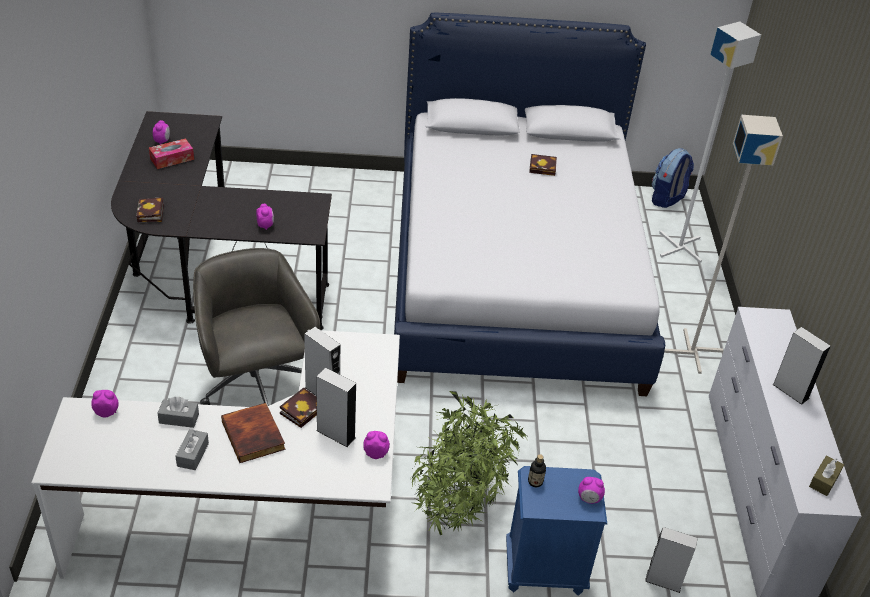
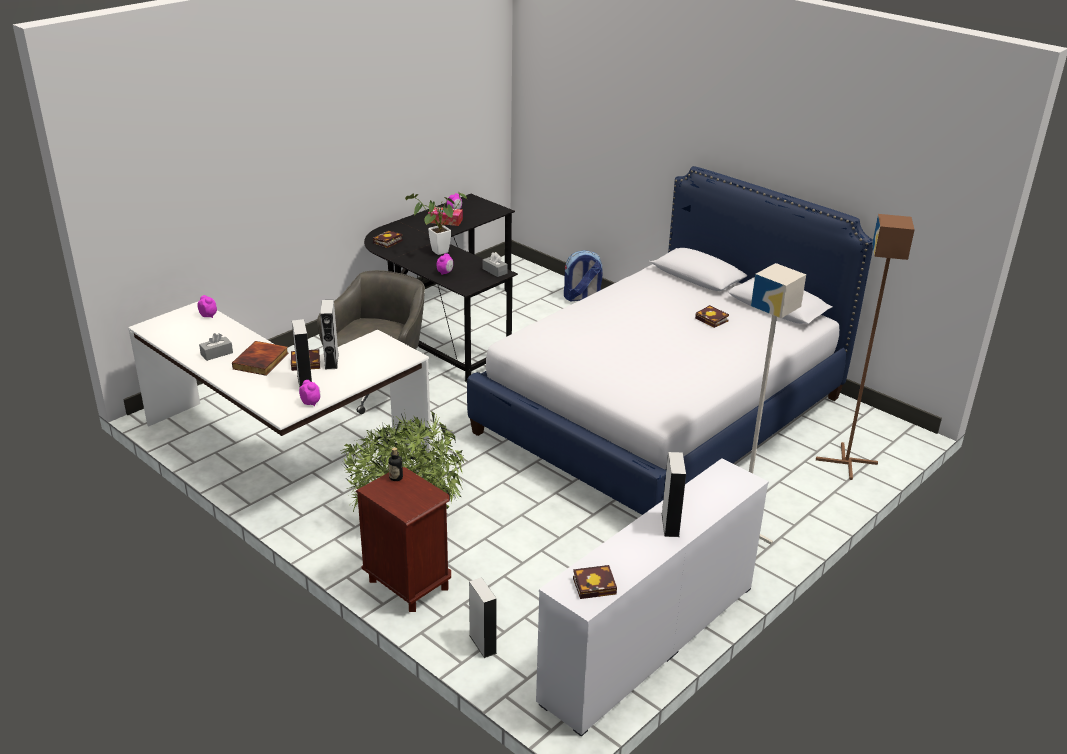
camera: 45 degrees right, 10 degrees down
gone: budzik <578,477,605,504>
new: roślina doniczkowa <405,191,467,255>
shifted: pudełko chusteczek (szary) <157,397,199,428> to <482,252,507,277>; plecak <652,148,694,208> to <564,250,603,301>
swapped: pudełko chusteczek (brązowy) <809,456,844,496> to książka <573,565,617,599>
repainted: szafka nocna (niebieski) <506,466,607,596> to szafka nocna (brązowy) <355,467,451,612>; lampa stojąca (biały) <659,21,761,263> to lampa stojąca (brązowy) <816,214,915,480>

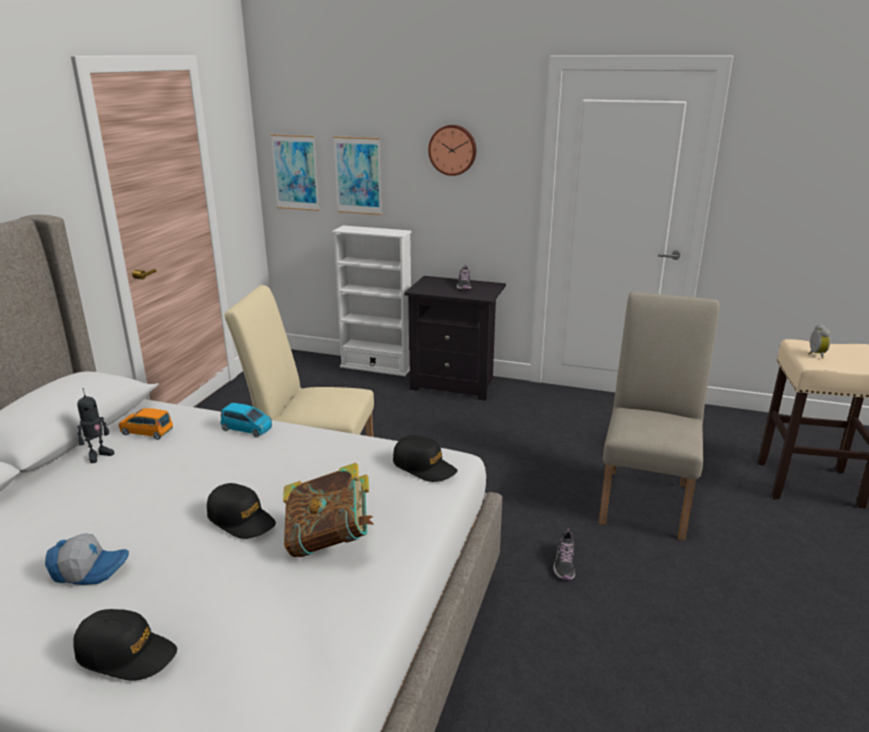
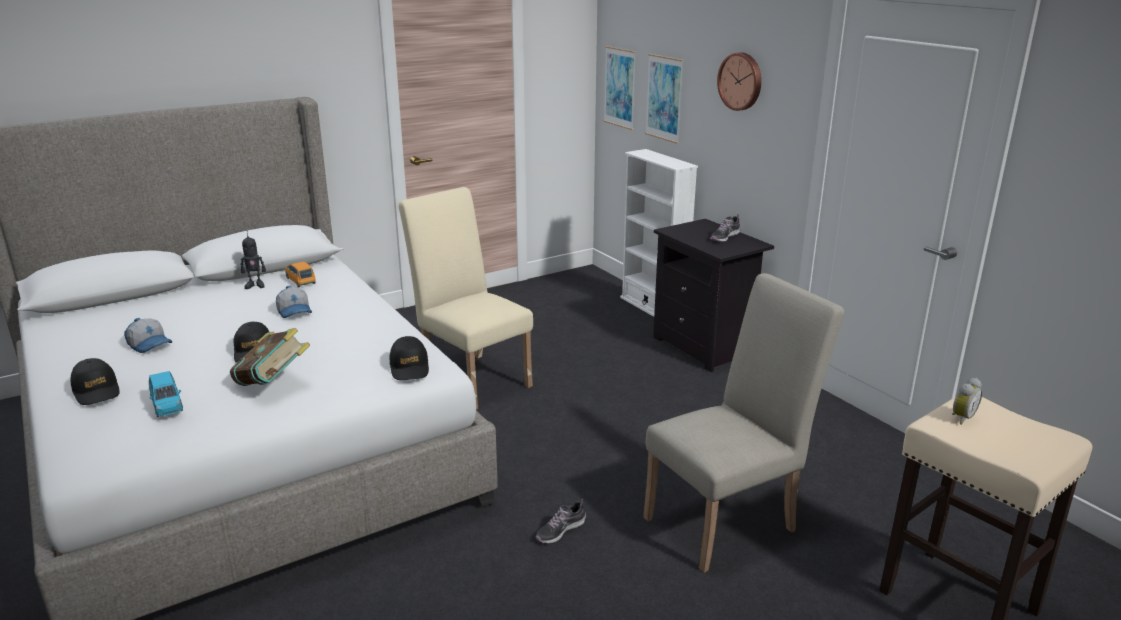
camera: 40 degrees right, 0 degrees up
new: czapka z daszkiem <276,286,312,318>
shifted: samochodzik (niebieski) <221,403,272,437> to <149,371,183,417>

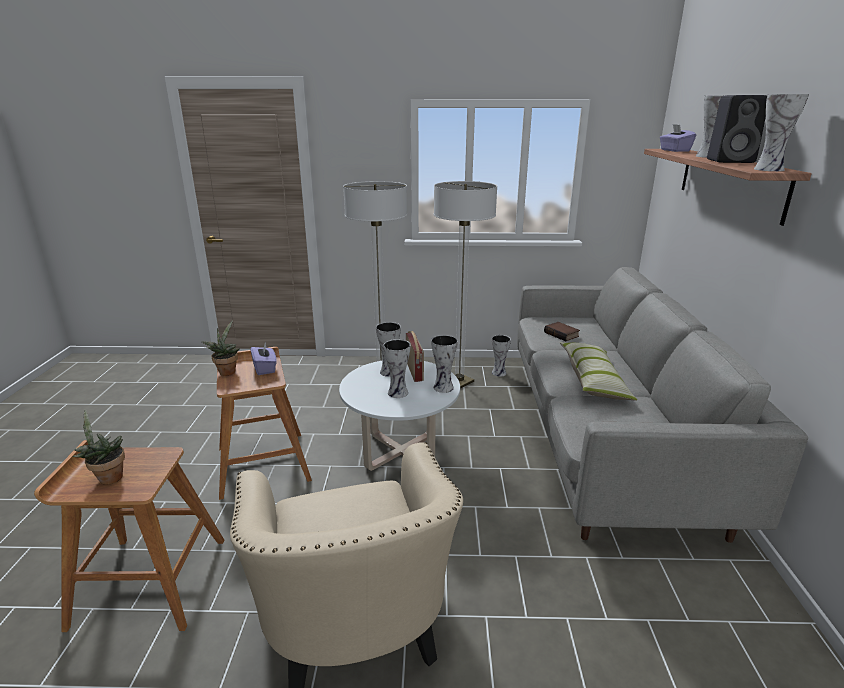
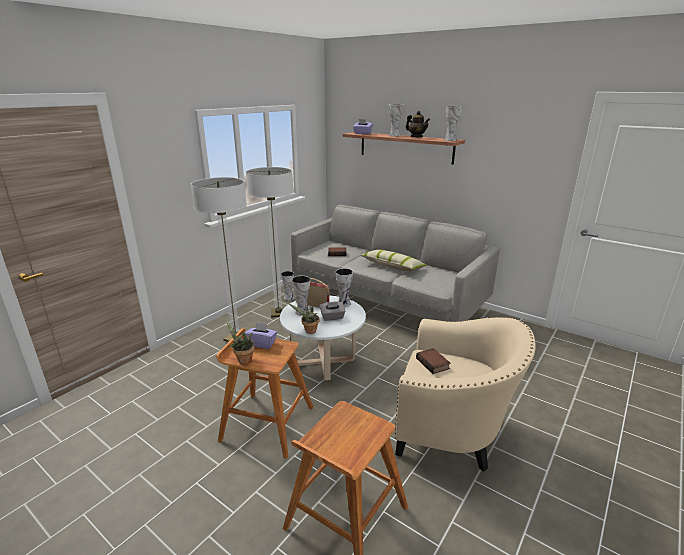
camera: 55 degrees left, 0 degrees up
new: książka <416,348,451,374>
shifted: roślina doniczkowa <73,410,125,485> to <289,304,319,334>
swapped: wazon <384,339,411,398> to pudełko chusteczek (szary) <319,302,346,321>; głośnik (czarny) <707,95,767,163> to imbryk <406,111,430,138>

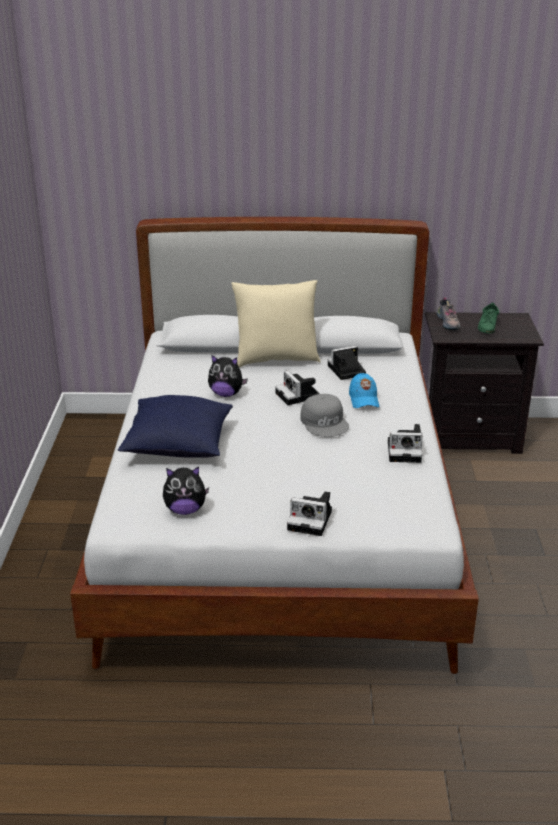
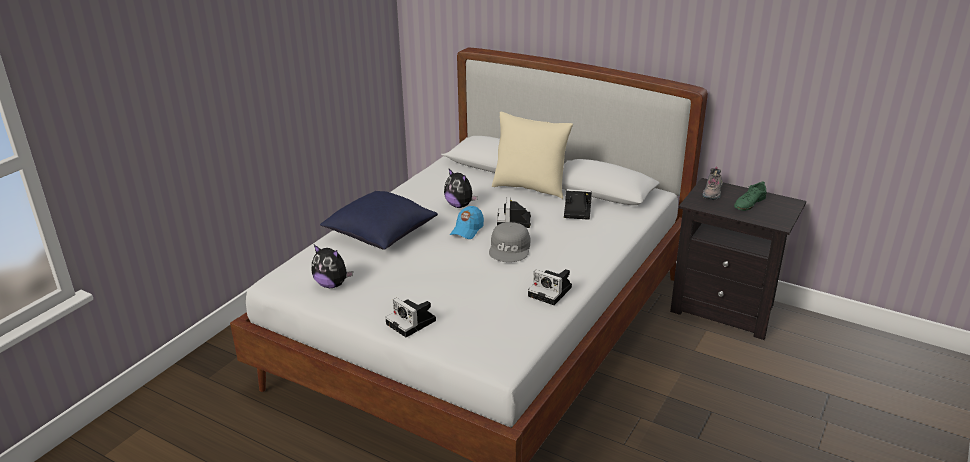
camera: 30 degrees right, 0 degrees up
shifted: czapka z daszkiem (niebieski) <349,373,379,408> to <450,206,484,239>

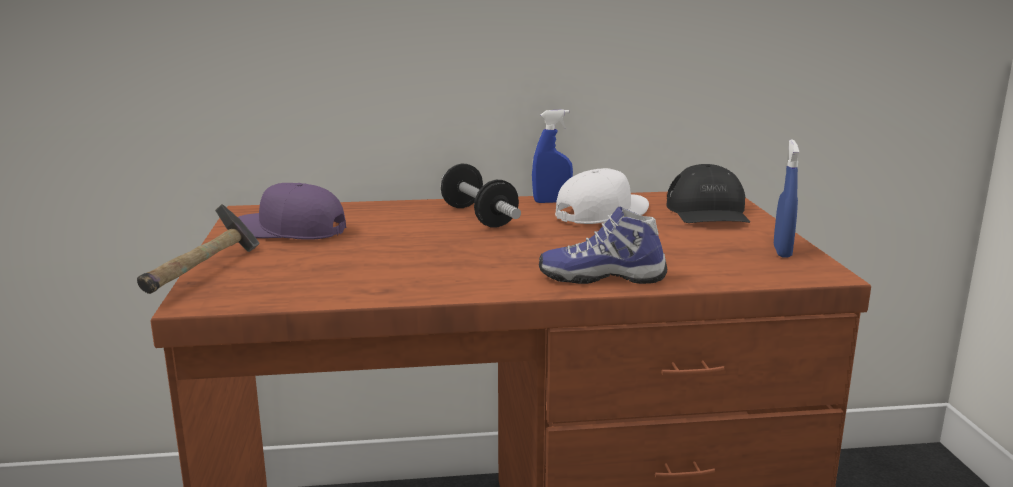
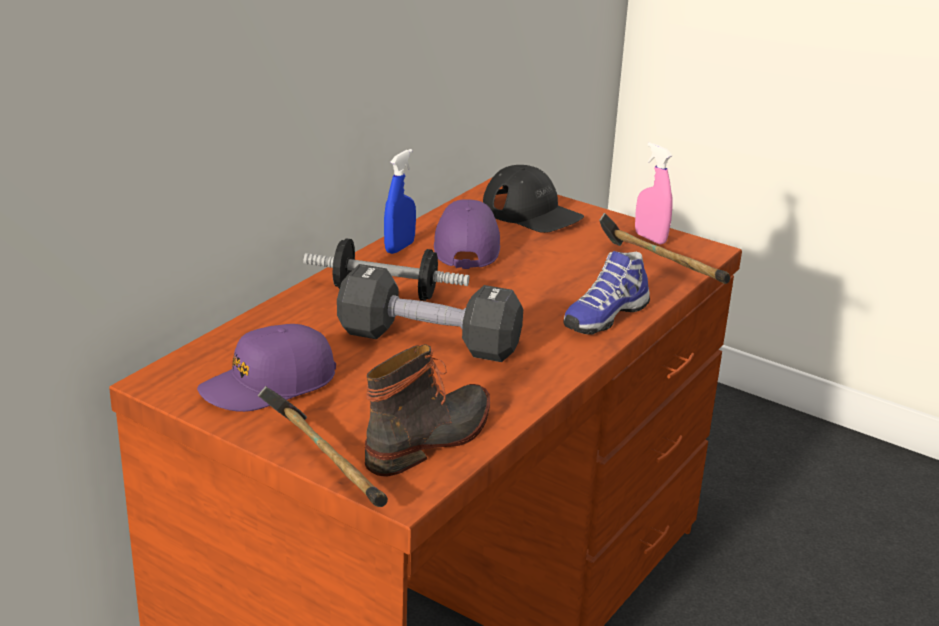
camera: 50 degrees left, 10 degrees up
new: hantel (czarny) <337,264,523,362>; but z cholewką <365,344,490,477>; młotek <599,213,730,284>
repainted: czapka z daszkiem (biały) <555,168,649,224> to czapka z daszkiem (fioletowy) <434,199,500,269>; spryskiwacz (niebieski) <774,139,799,258> to spryskiwacz (różowy) <635,142,673,245>

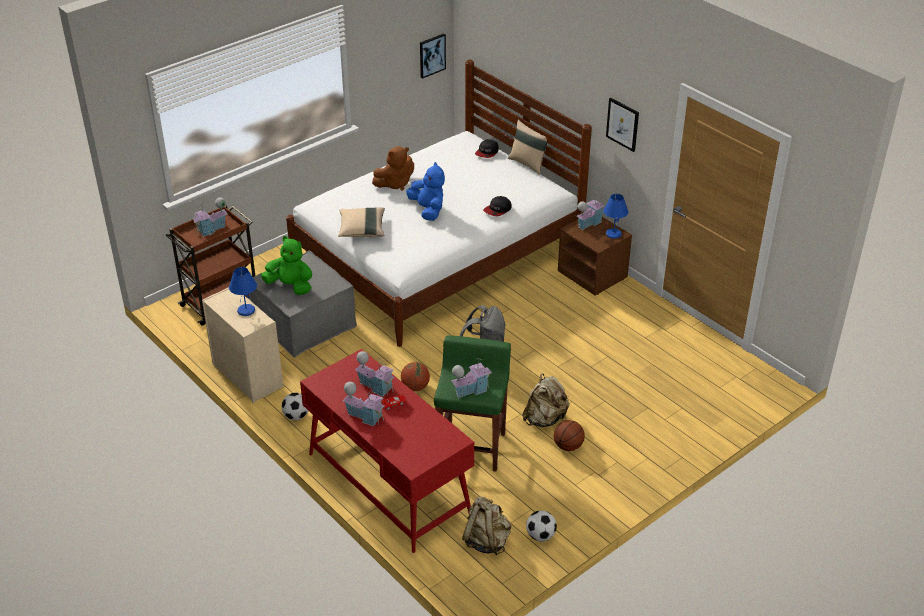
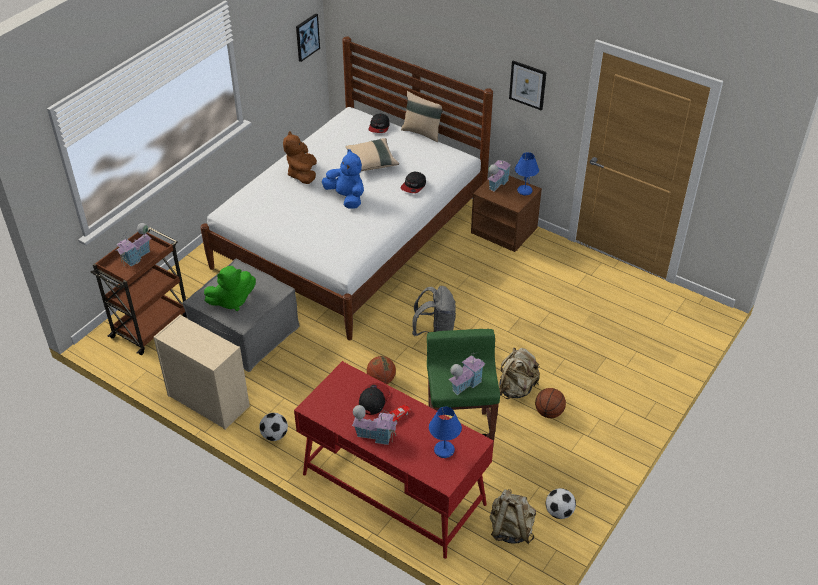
camera: 15 degrees left, 5 degrees up
shifted: lampa stołowa (niebieski) <229,267,257,316> to <429,407,462,458>; poduszka (beżowy) <338,207,385,237> to <345,138,399,171>
swapped: domek <355,351,395,397> to czapka z daszkiem <359,383,390,415>
rotated: pluszak (zielony) <261,236,312,295> = <204,266,256,311> 150 degrees clockwise; pluszak (brązowy) <372,146,414,191> = <283,131,317,184> 135 degrees clockwise

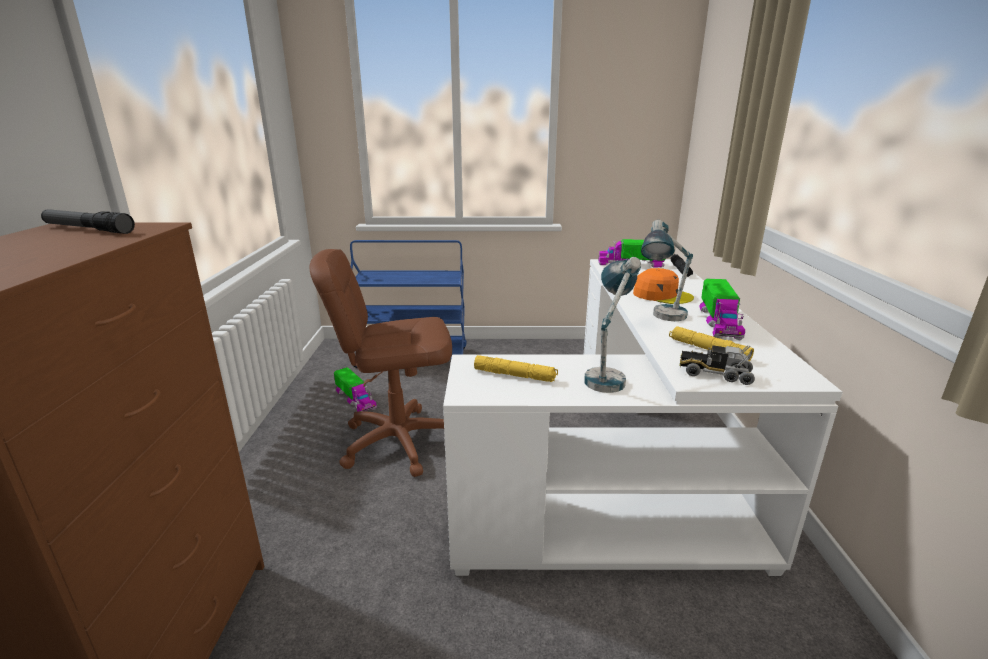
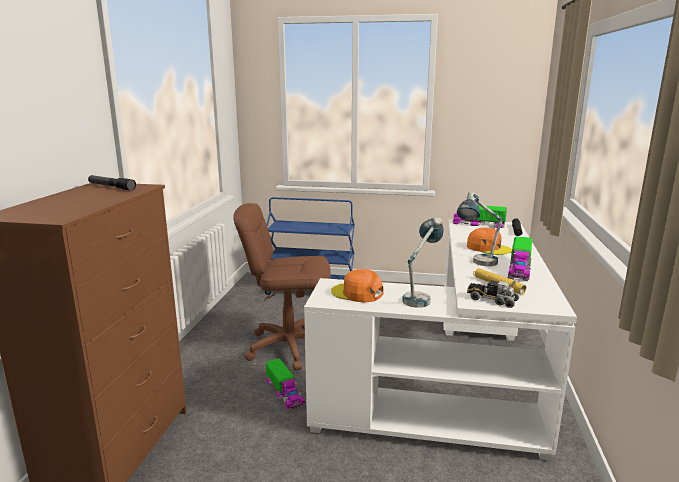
camera: 10 degrees right, 5 degrees down
shifted: ciężarówka zabawkowa <334,367,377,412> to <266,358,305,411>
swapped: latarka (żółty) <474,355,558,382> to czapka z daszkiem (pomarańczowy) <331,269,383,302>

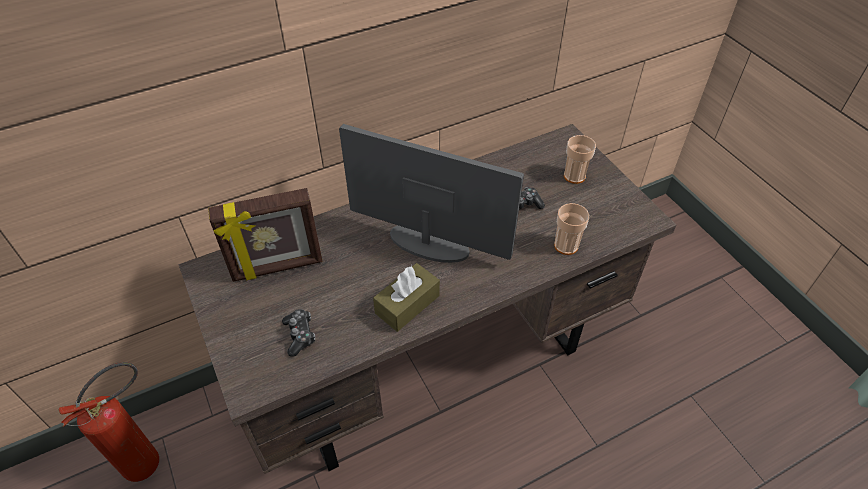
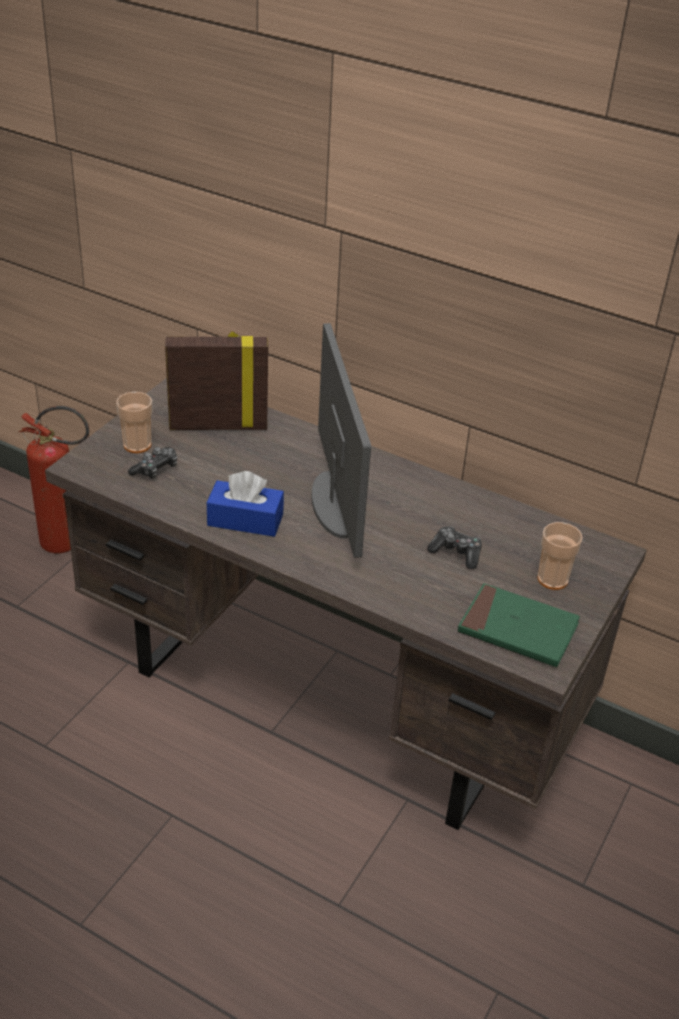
camera: 55 degrees right, 10 degrees down
new: książka (zielony) <458,583,580,667>
shifted: filiżanka <554,203,589,255> to <116,392,152,453>
repainted: pudełko chusteczek (brązowy) <373,263,440,332> to pudełko chusteczek (niebieski) <207,471,284,537>
rotated: ramka na zdjęcie <208,188,322,282> = <165,331,268,430> 135 degrees clockwise

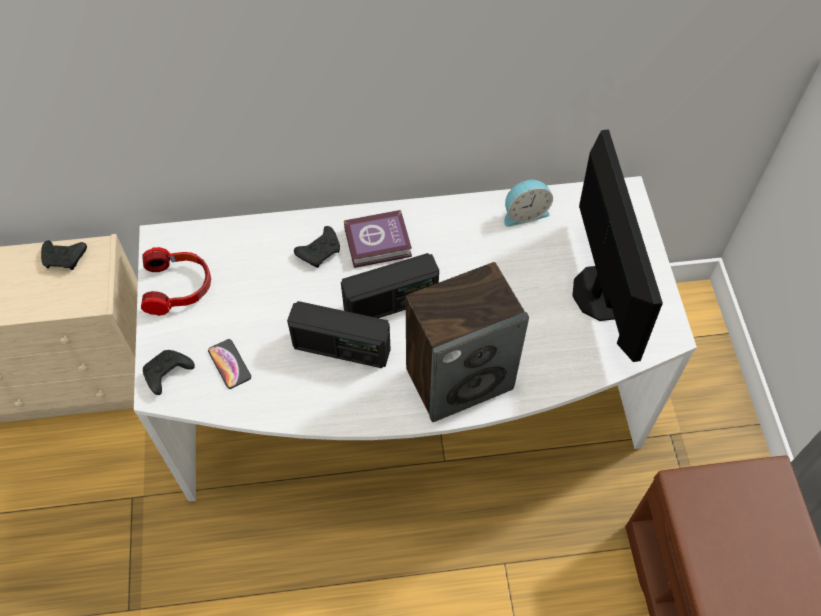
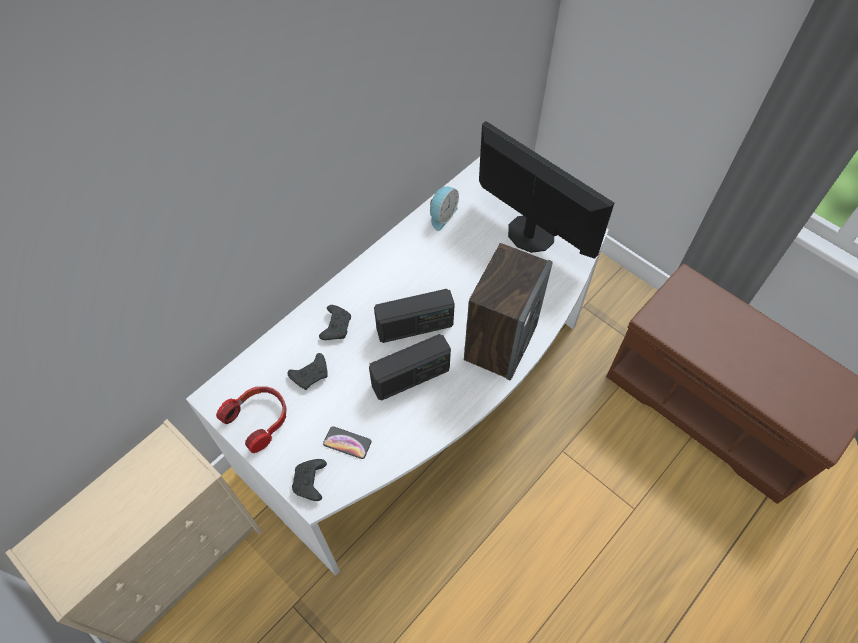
camera: 40 degrees left, 0 degrees up
gone: książka <344,210,412,268>
shifted: pad do gier (czarny) <41,240,87,270> to <287,353,328,390>
rotated: radio <341,253,439,318> = <374,289,455,343> 45 degrees clockwise

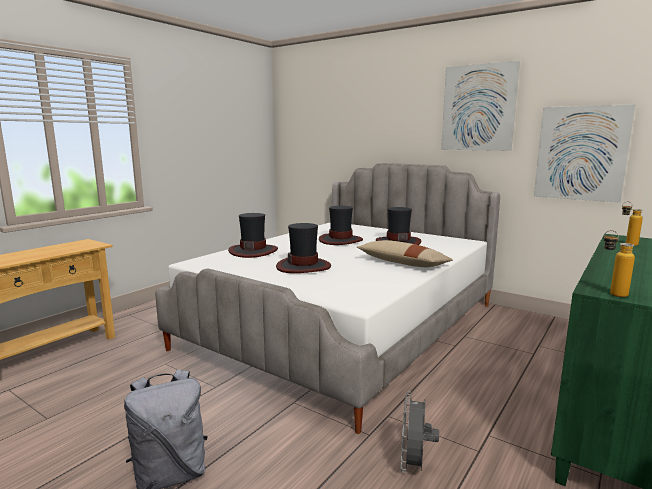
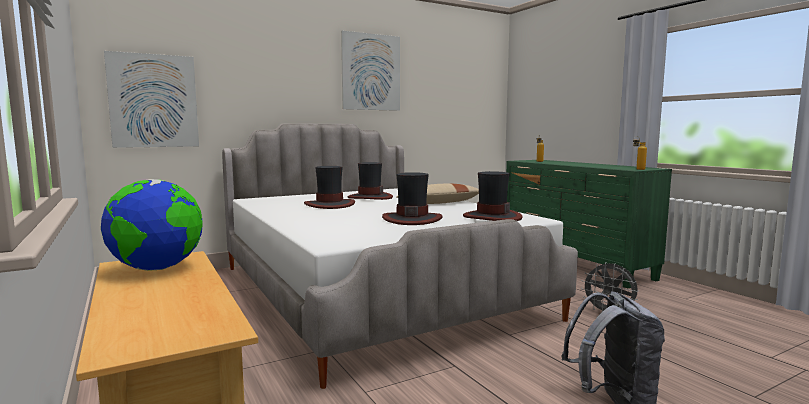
camera: 65 degrees left, 5 degrees down
new: globus <101,179,203,271>
shifted: kapelusz <228,213,278,258> to <463,171,523,221>; obraz <534,104,635,203> to <104,51,199,148>

